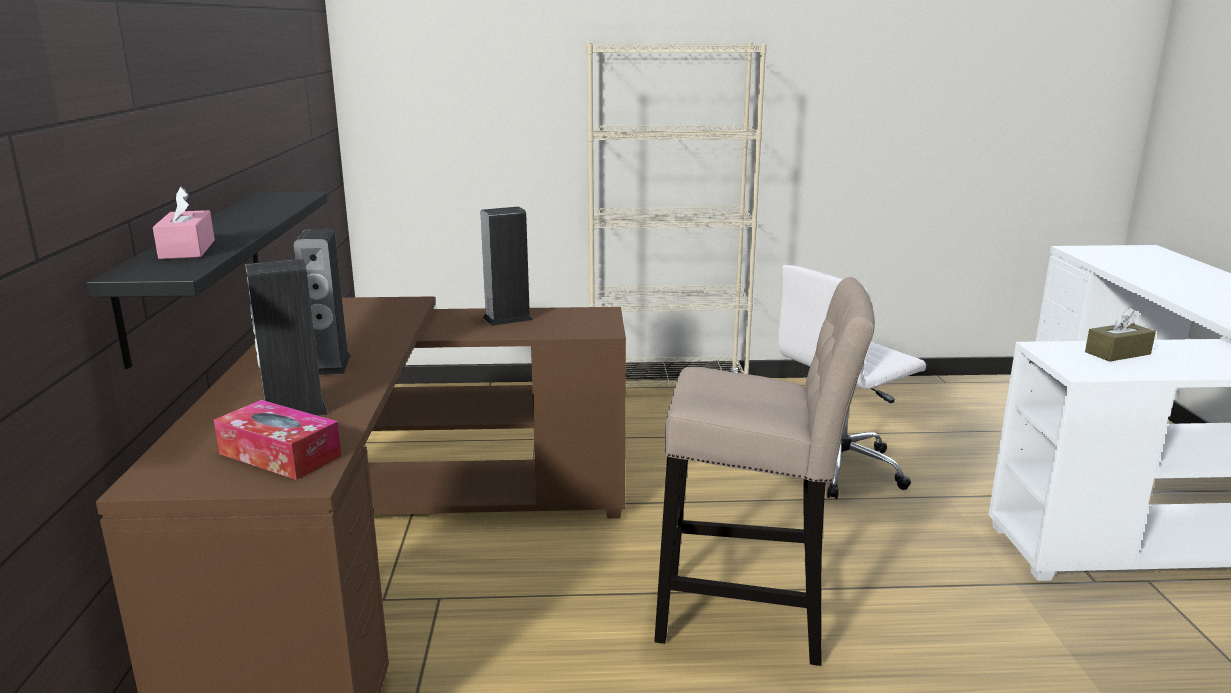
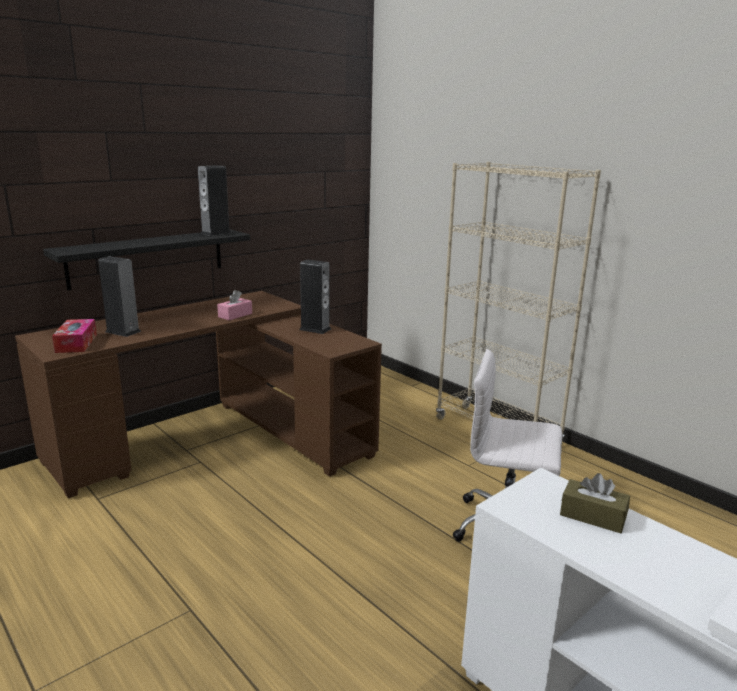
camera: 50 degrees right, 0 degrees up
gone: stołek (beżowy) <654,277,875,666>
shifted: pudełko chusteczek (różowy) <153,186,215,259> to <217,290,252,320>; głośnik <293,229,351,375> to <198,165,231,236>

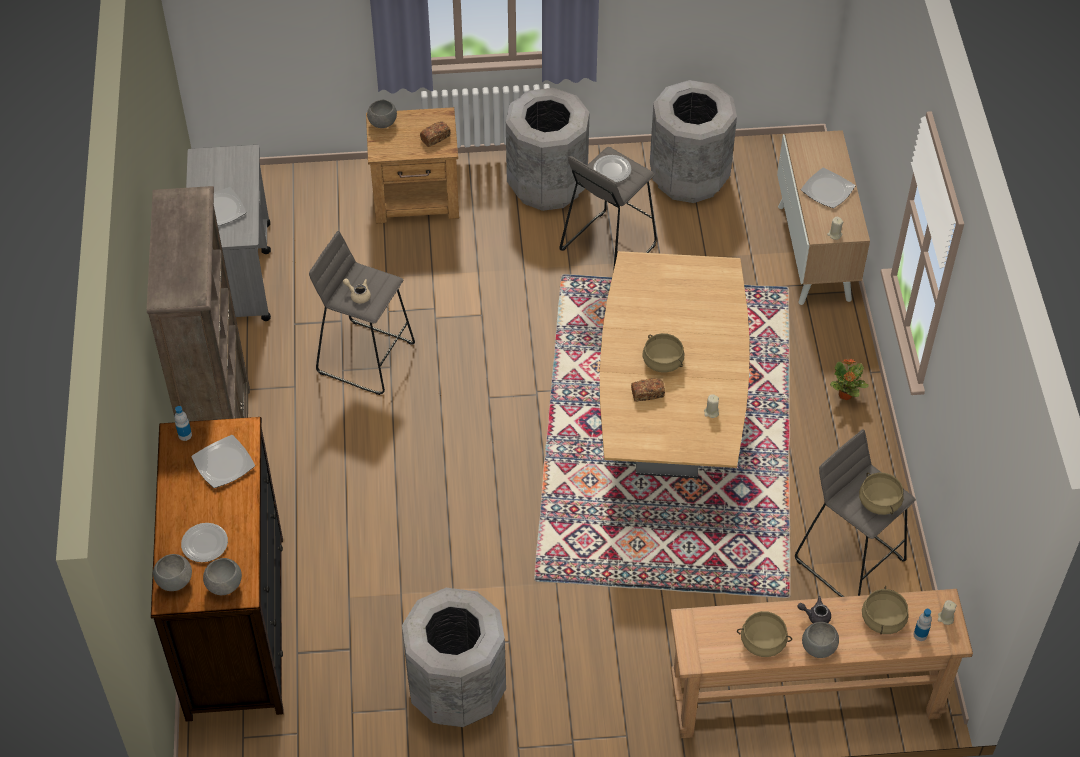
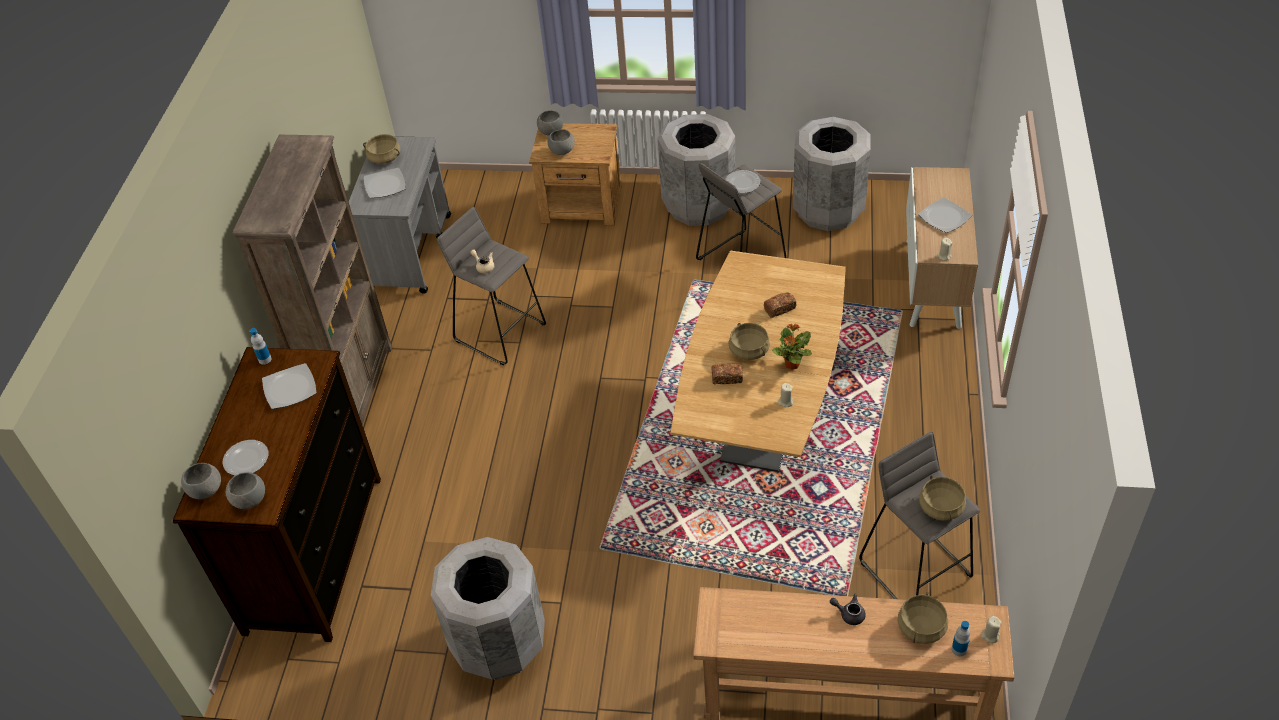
camera: 15 degrees right, 5 degrees down
shifted: chleb <420,121,451,147> to <764,292,796,318>; garnek (beżowy) <737,611,792,657> to <363,134,400,164>; miska (szary) <802,622,839,658> to <547,129,575,155>; roślina doniczkowa <830,359,869,400> to <772,324,812,370>

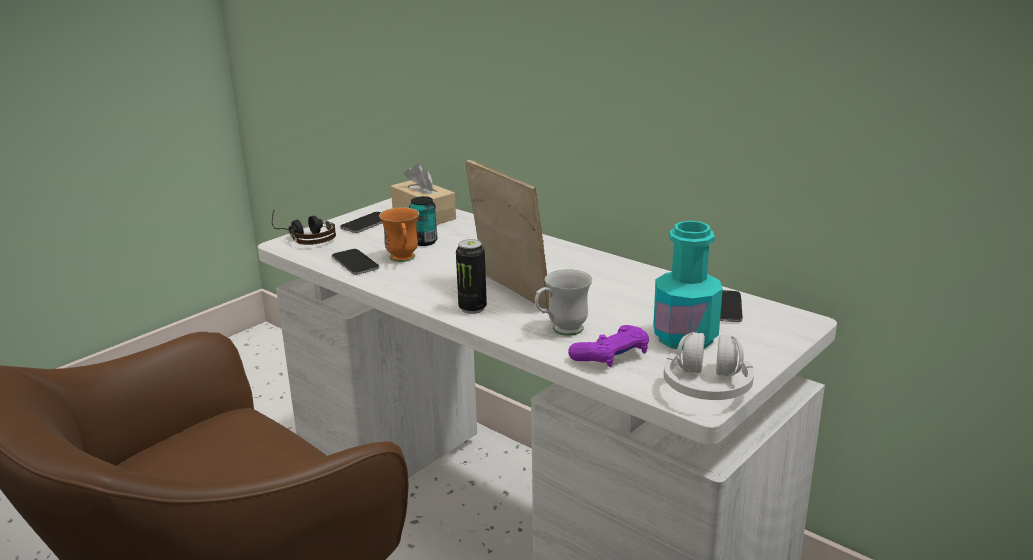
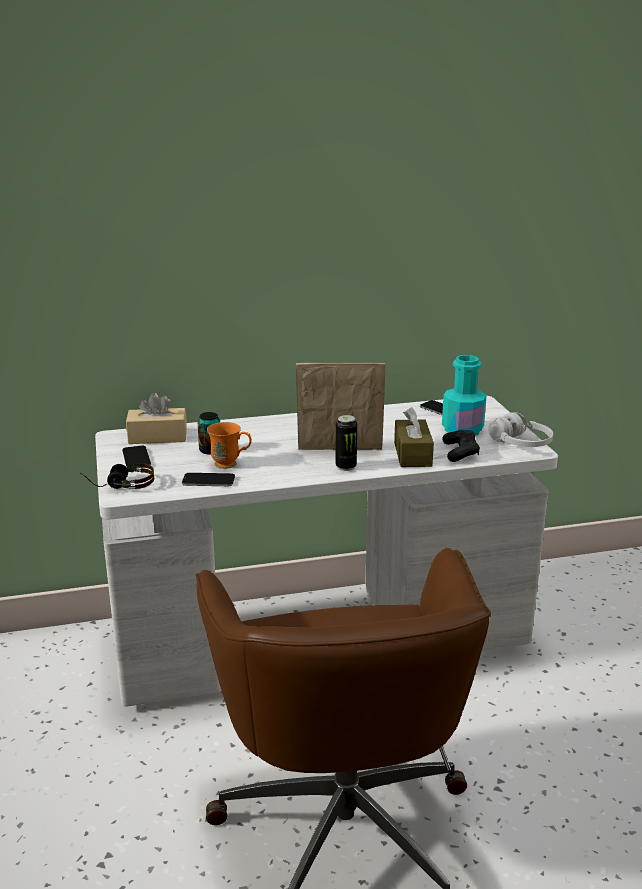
camera: 55 degrees left, 0 degrees up
swapped: kubek (biały) <535,269,592,336> to pudełko chusteczek (brązowy) <394,407,434,467>
repainted: pad do gier (fioletowy) <568,325,649,367> to pad do gier (czarny) <442,430,480,462>

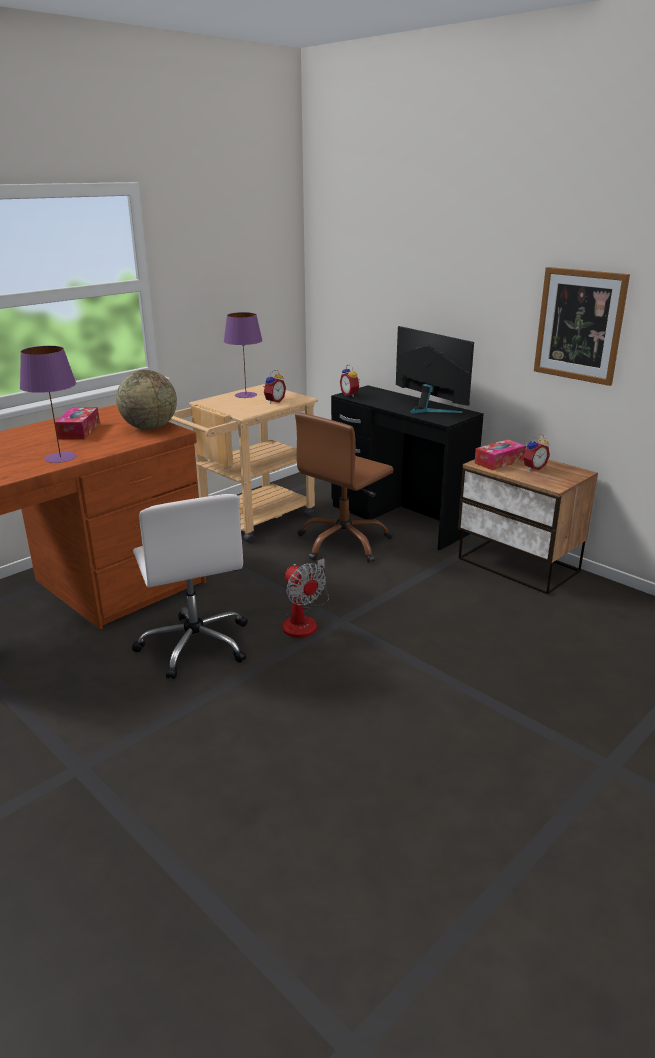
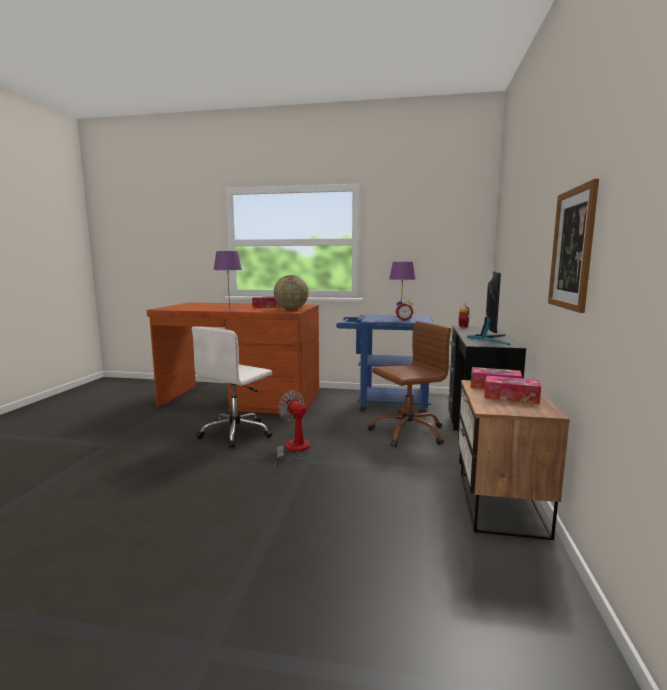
camera: 55 degrees right, 15 degrees down
swapped: budzik <523,434,550,471> to pudełko chusteczek <484,375,541,404>
repainted: wózek (beżowy) <168,384,318,543> to wózek (niebieski) <336,315,433,413>
rotated: wentylator <282,558,329,638> = <275,391,310,469> 120 degrees clockwise; krzesło biurowe (brązowy) <295,412,394,563> = <368,321,451,447> 150 degrees clockwise

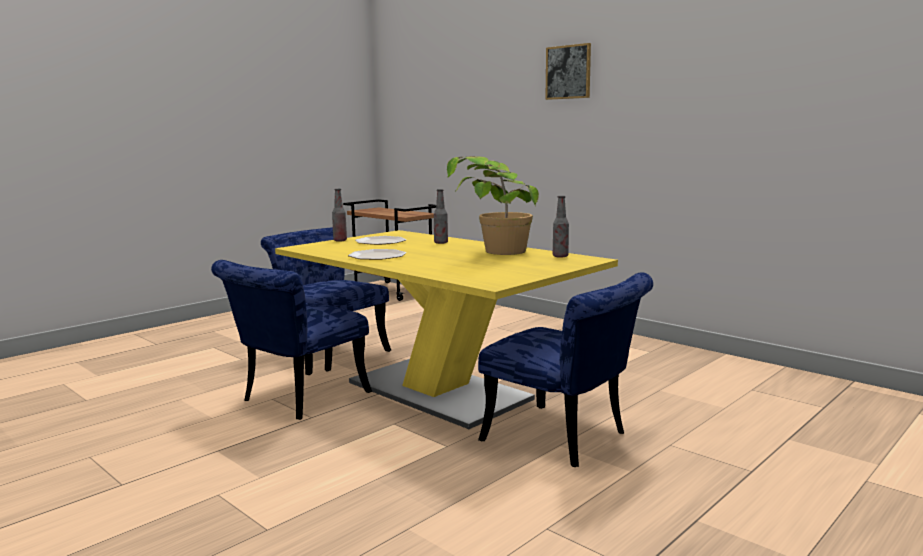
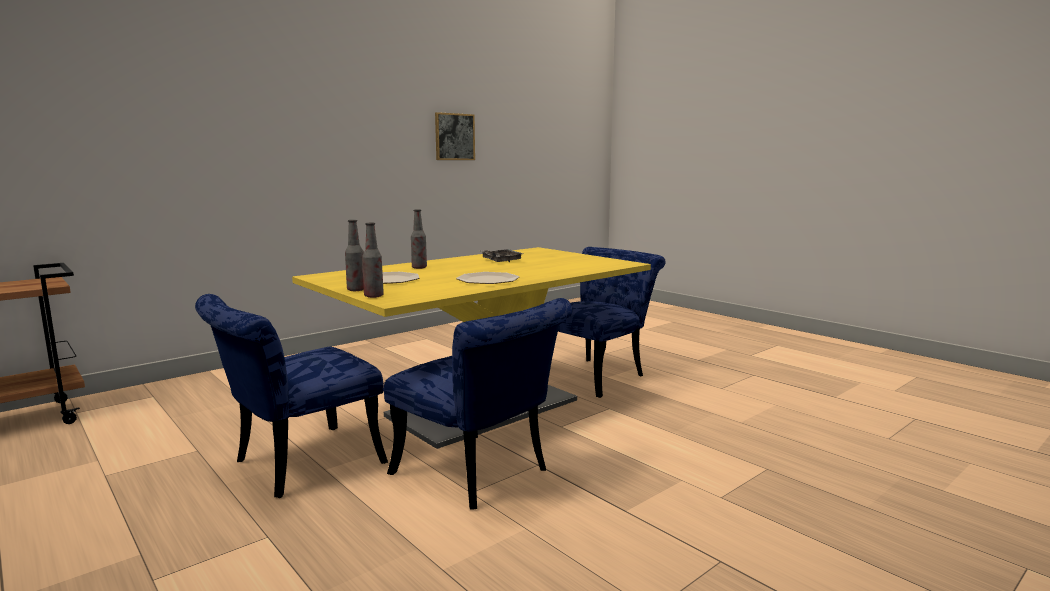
camera: 85 degrees left, 0 degrees up
shifted: obraz <545,43,591,100> to <435,112,475,160>; butelka <553,196,569,258> to <362,223,384,298>
swapped: roślina doniczkowa <447,156,539,255> to taca (szary) <479,249,523,262>

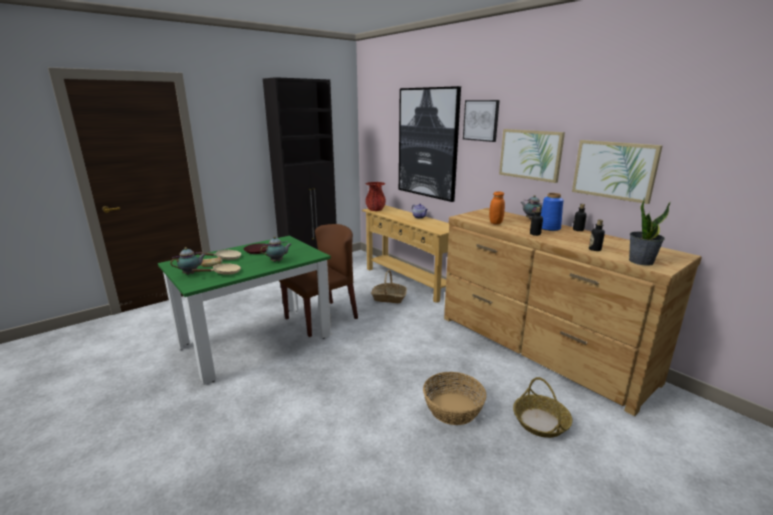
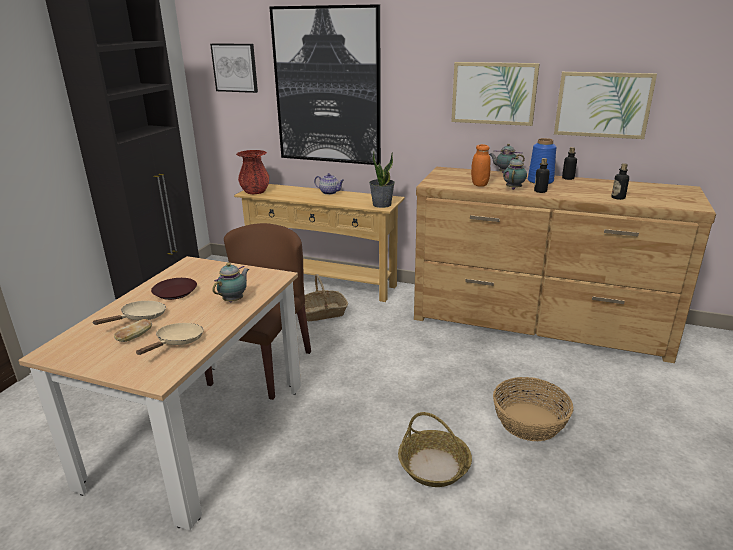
camera: 30 degrees left, 5 degrees up
shifted: imbryk <170,247,206,275> to <503,157,527,190>; obraz <463,100,500,142> to <210,44,258,93>; koszyk <513,377,572,438> to <398,412,472,487>; roślina doniczkowa <629,197,671,266> to <369,151,395,208>
repainted: stół jadalny (zielony) <158,236,331,385> to stół jadalny (beżowy) <18,256,301,531>

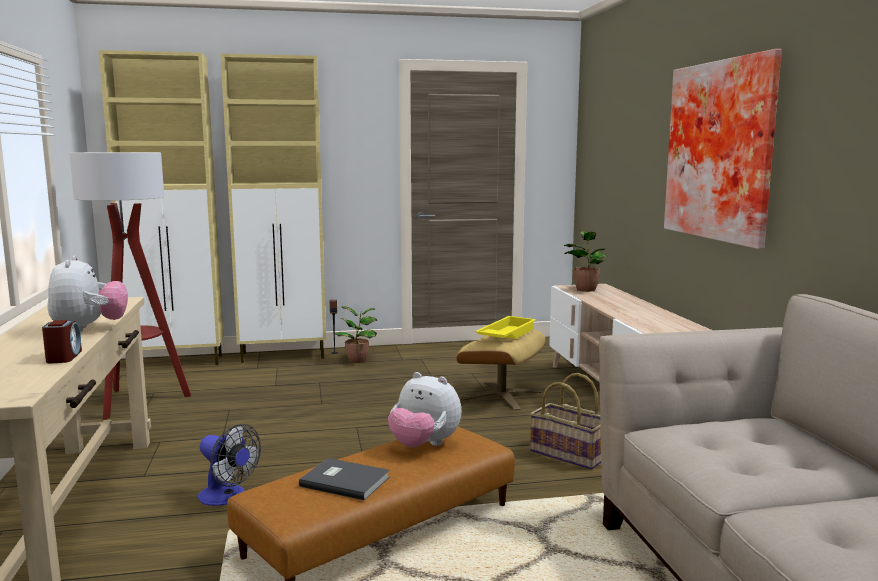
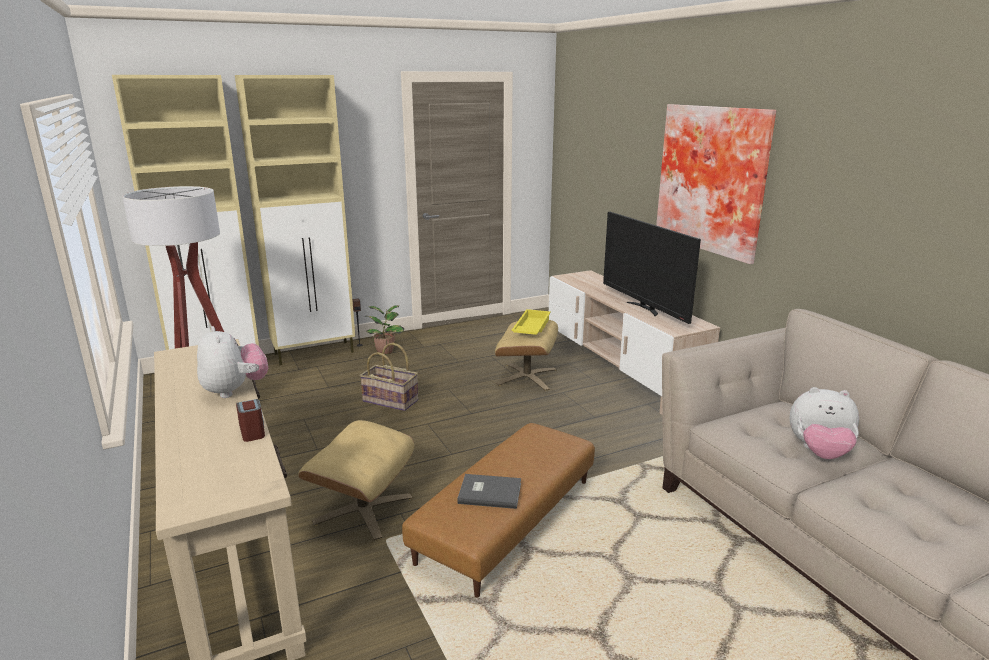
camera: 15 degrees left, 10 degrees up
gone: roślina doniczkowa <564,231,608,292>
new: telewizor <603,212,701,324>
shifted: pluszak <388,372,461,448> to <790,387,859,459>; koszyk <530,373,601,470> to <360,342,418,411>
swapped: wentylator <198,424,261,506> to pufa (beżowy) <298,420,414,540>

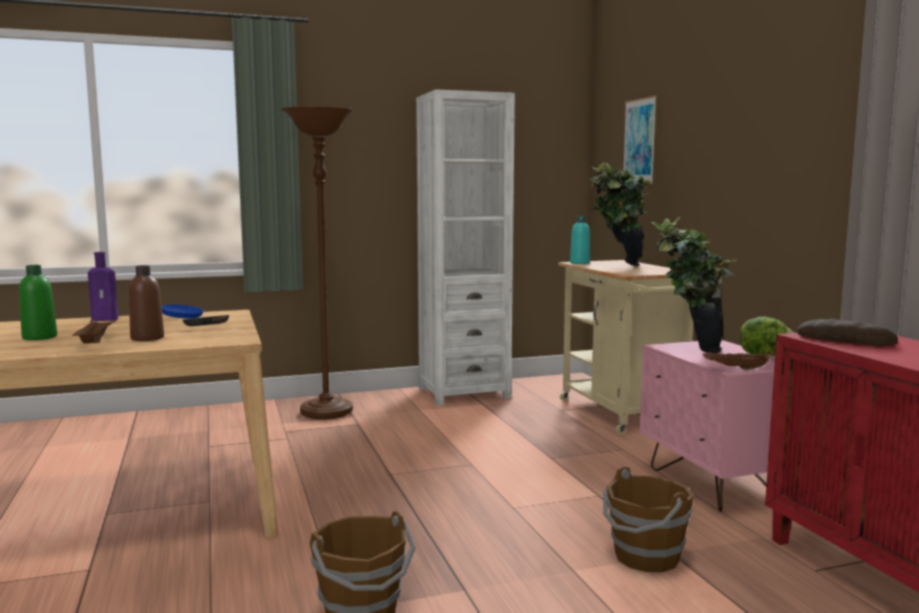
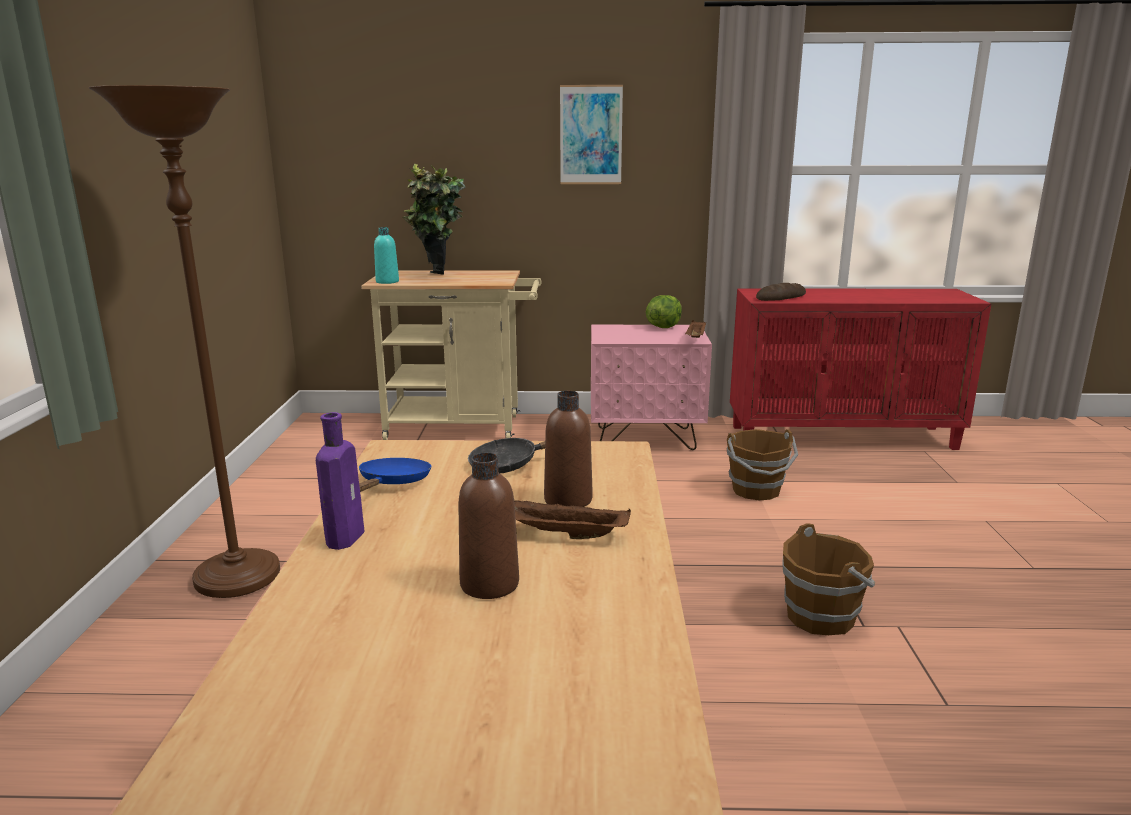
camera: 70 degrees left, 10 degrees up
gone: regał (biały) <416,90,515,405>; roślina doniczkowa <652,217,737,354>
shifted: obraz <624,96,657,184> to <560,85,623,184>
repainted: butelka (zielony) <19,265,57,340> to butelka (brązowy) <458,453,519,599>

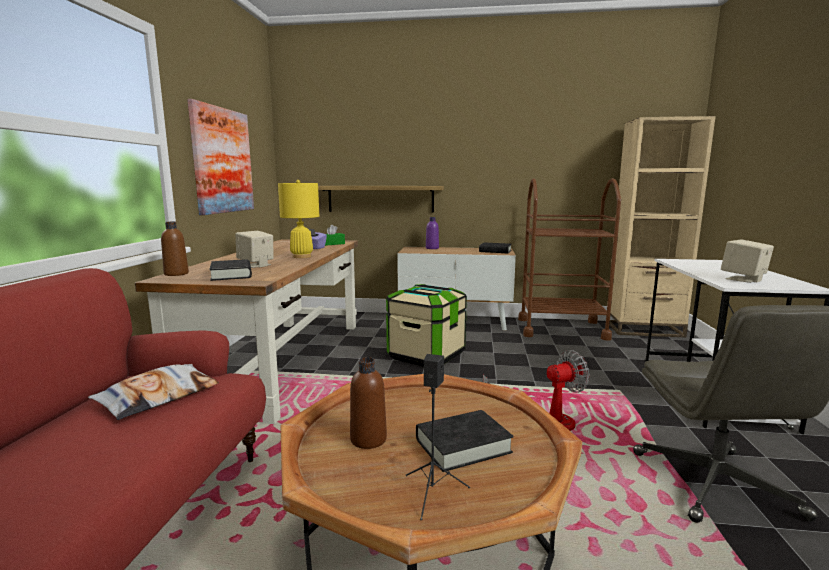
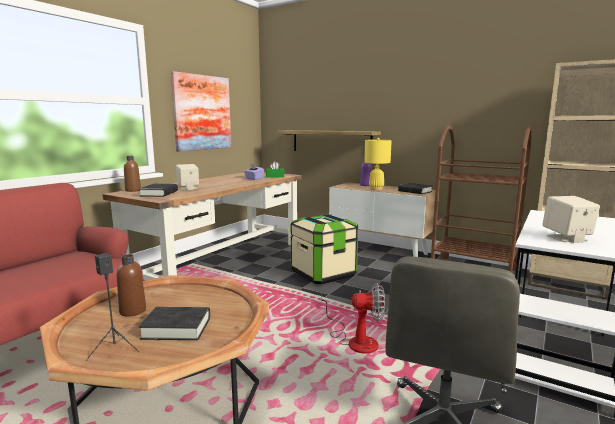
camera: 25 degrees right, 0 degrees up
gone: poduszka <88,364,219,420>
shifted: lampa stołowa (żółty) <278,180,319,258> to <364,138,392,190>

